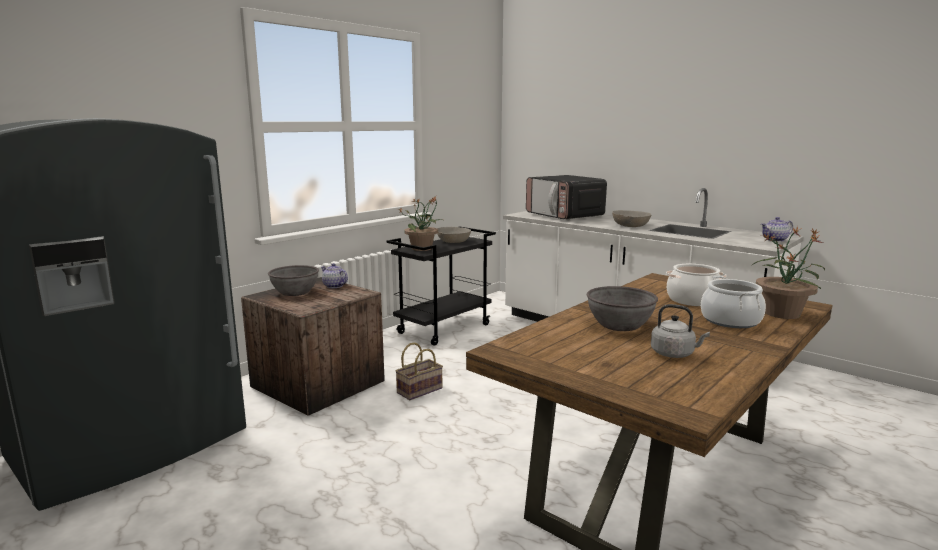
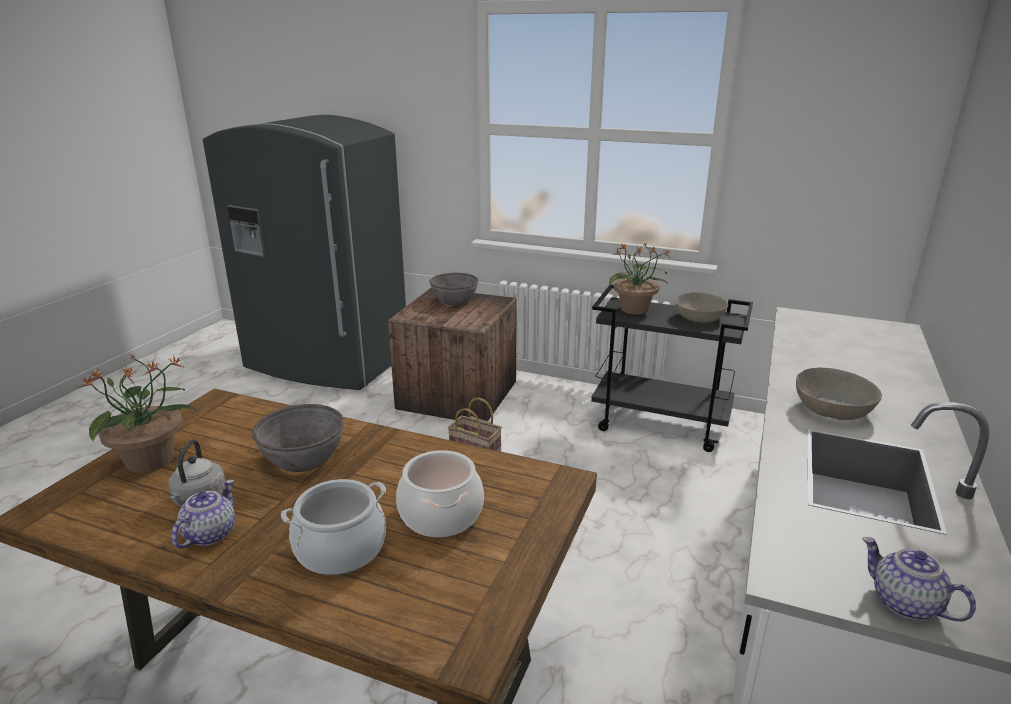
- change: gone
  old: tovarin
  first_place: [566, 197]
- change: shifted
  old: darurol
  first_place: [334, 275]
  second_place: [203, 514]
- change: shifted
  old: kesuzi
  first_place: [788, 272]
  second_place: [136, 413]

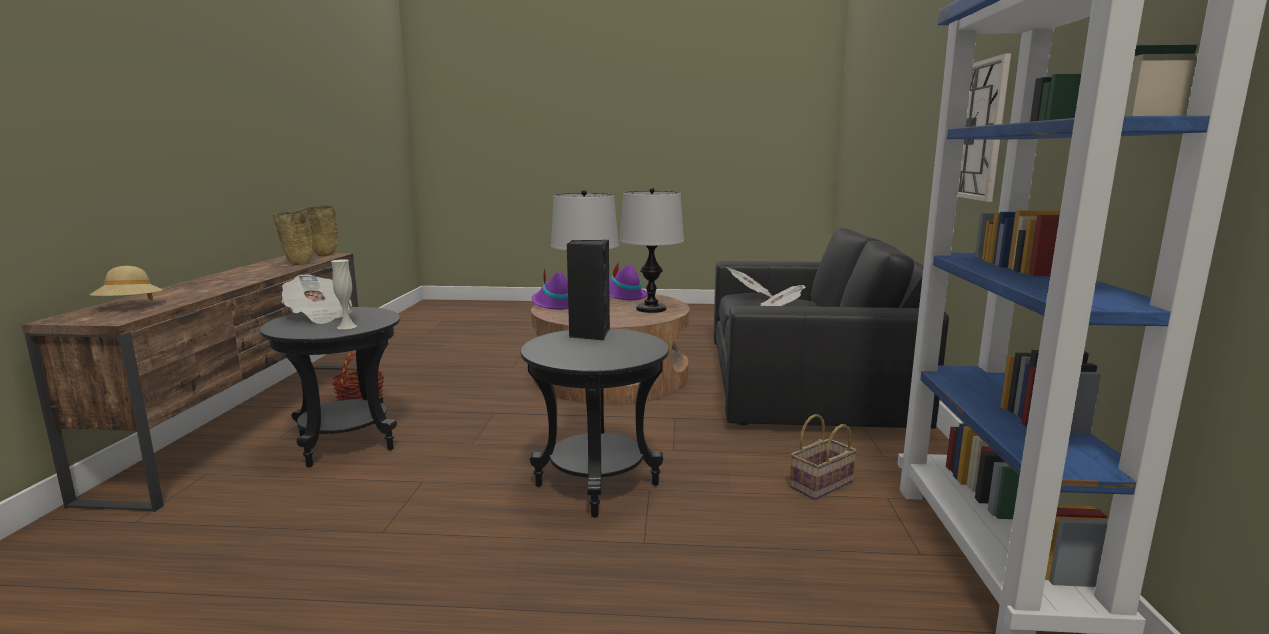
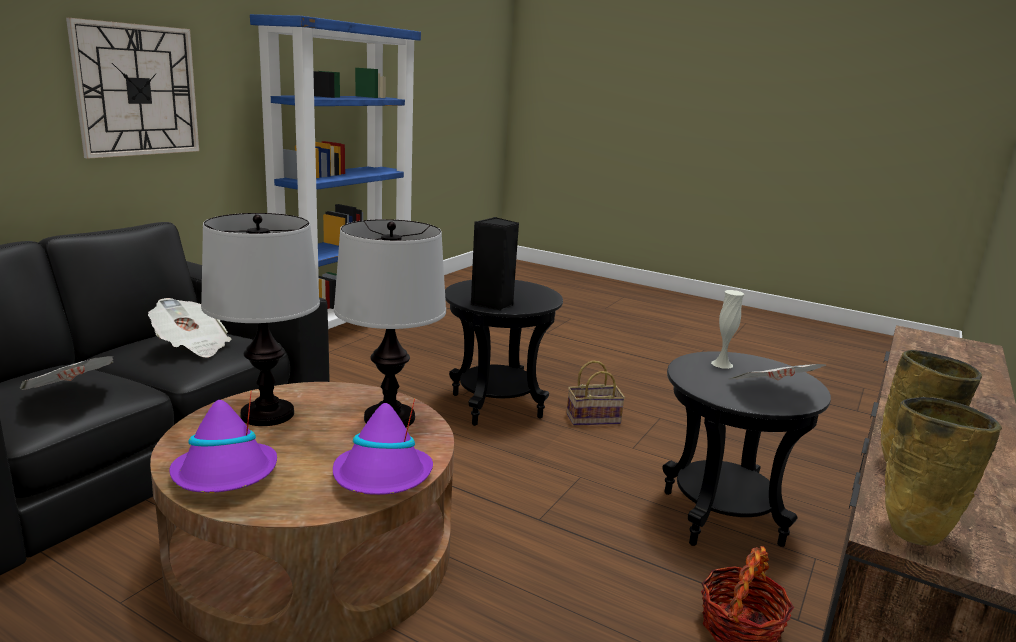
- change: gone
  old: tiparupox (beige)
  first_place: [126, 283]
- change: shifted
  old: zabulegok
  first_place: [823, 457]
  second_place: [595, 393]

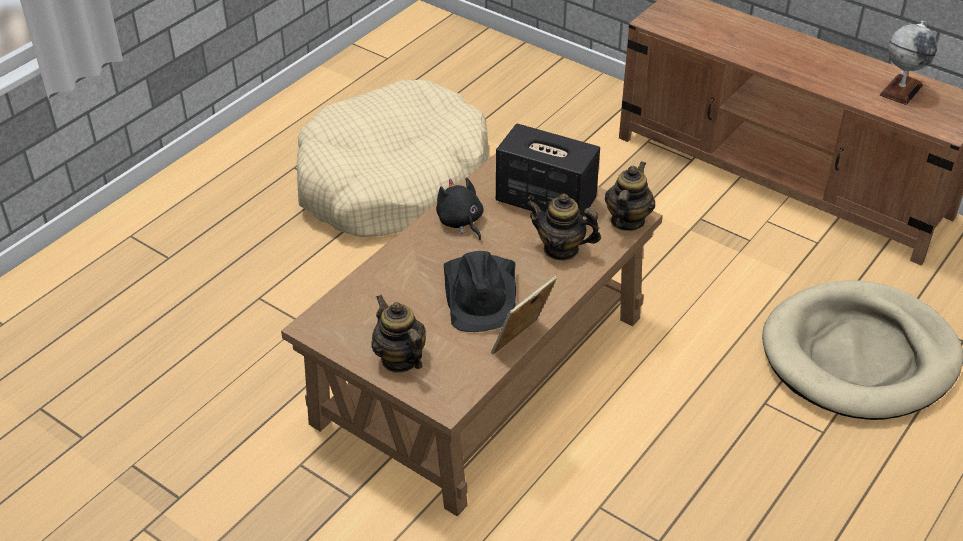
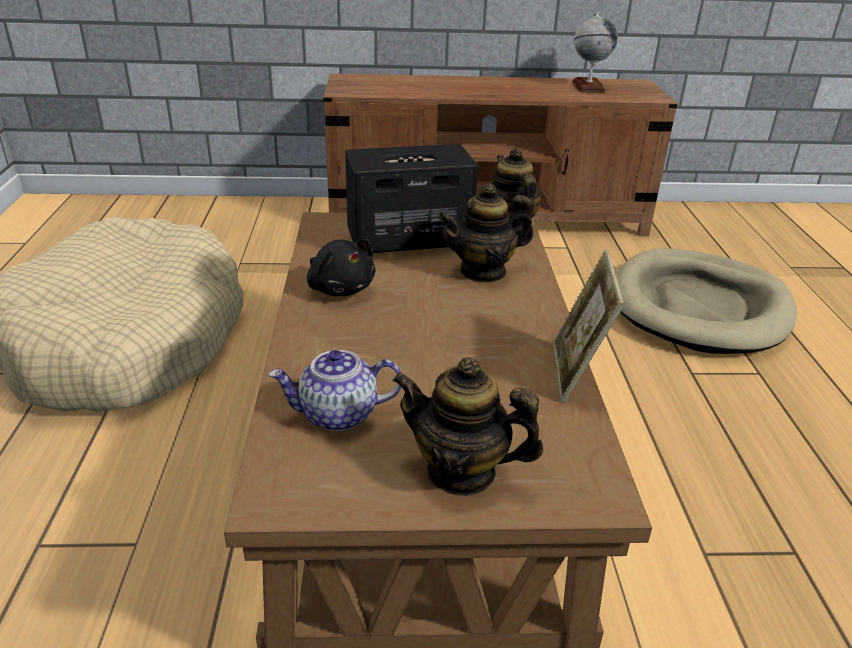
- change: gone
  old: tiparupox (black)
  first_place: [480, 291]
- change: new
  new: darurol
  second_place: [335, 390]
- change: rotated
  old: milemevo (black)
  first_place: [460, 208]
  second_place: [341, 267]
  degrees: -150

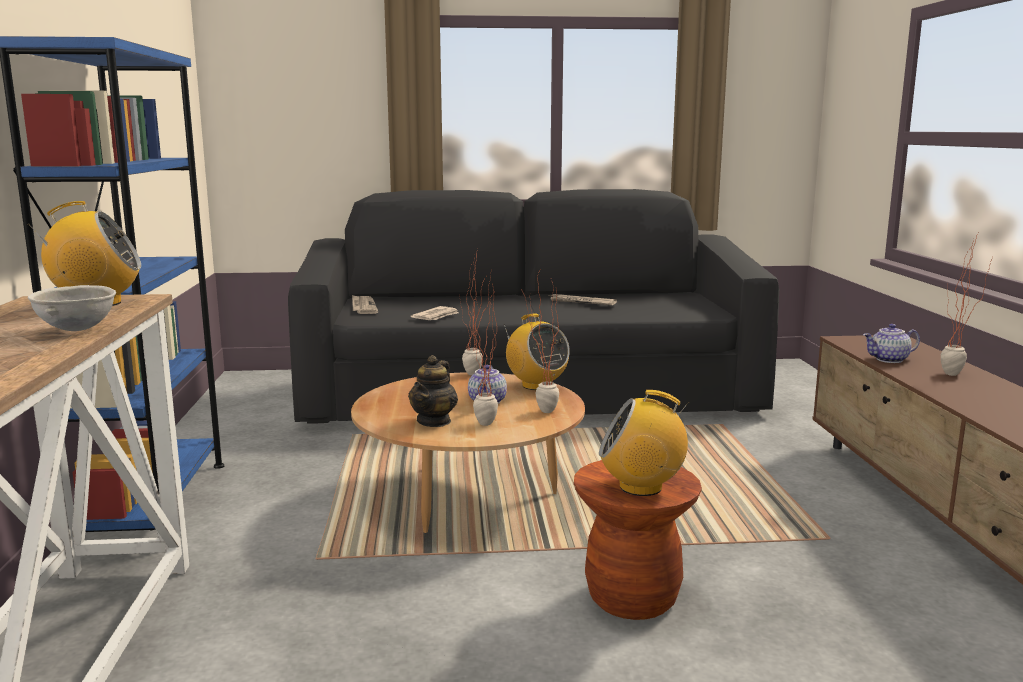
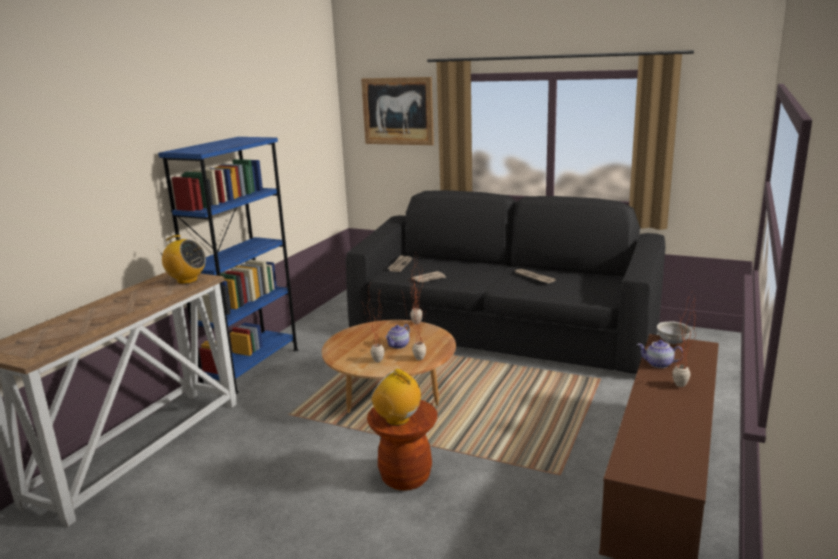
- change: gone
  old: darurol
  first_place: [433, 391]
- change: gone
  old: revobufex
  first_place: [536, 351]
- change: new
  new: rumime
  second_place: [397, 111]
- change: shifted
  old: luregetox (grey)
  first_place: [72, 308]
  second_place: [674, 333]

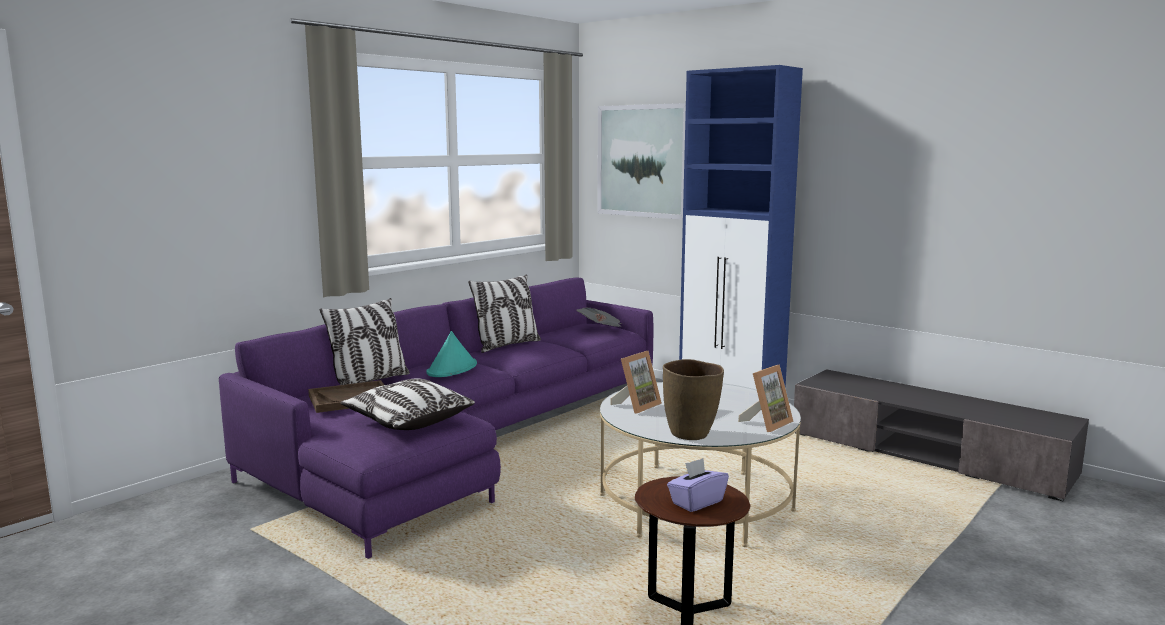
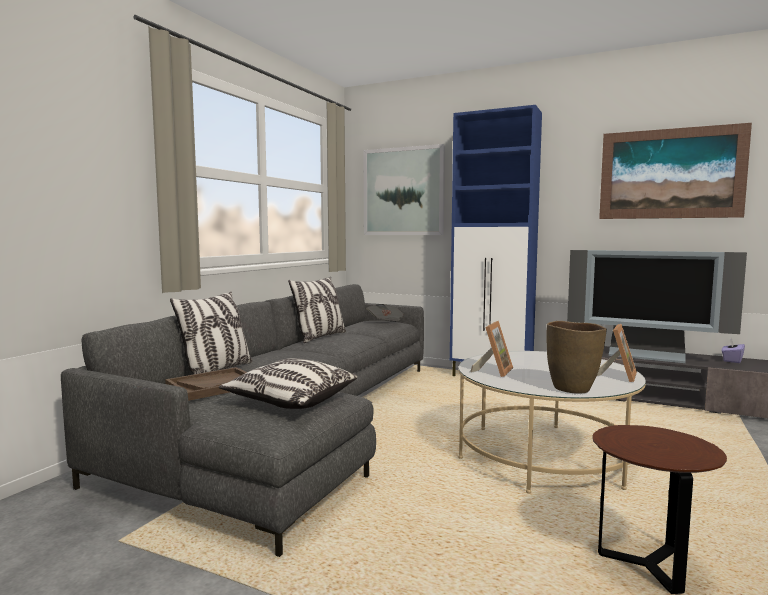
- change: gone
  old: tiparupox (turquoise)
  first_place: [451, 354]
- change: new
  new: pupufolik
  second_place: [657, 306]
- change: new
  new: rumime
  second_place: [675, 171]
- change: shifted
  old: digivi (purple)
  first_place: [698, 485]
  second_place: [733, 350]
- change: repainted
  old: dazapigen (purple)
  new: dazapigen (grey)
  first_place: [436, 418]
  second_place: [242, 420]

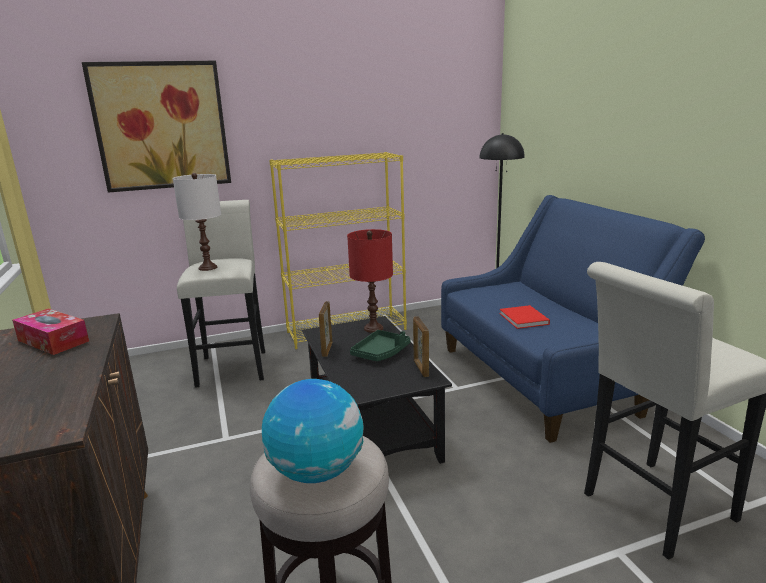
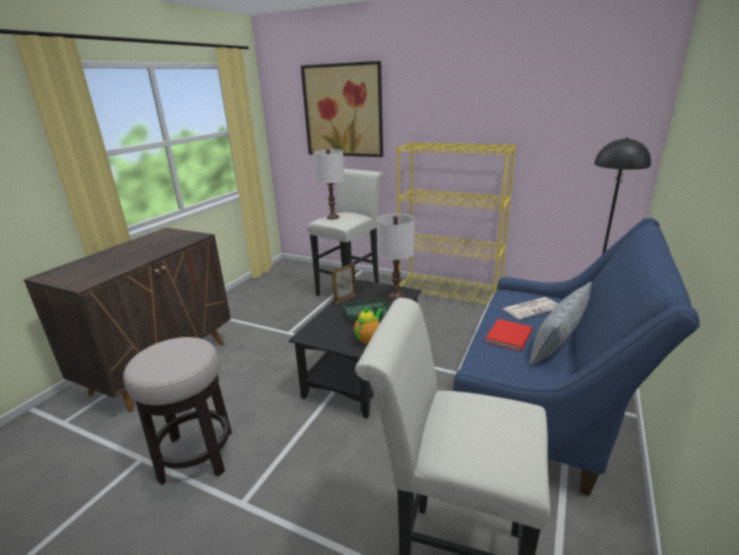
- change: gone
  old: digivi
  first_place: [50, 332]
- change: gone
  old: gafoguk
  first_place: [312, 431]
- change: new
  new: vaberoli
  second_place: [530, 308]
- change: new
  new: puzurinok
  second_place: [560, 324]
- change: swapped
  old: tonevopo
  new: darurol
  first_place: [421, 346]
  second_place: [368, 325]
- change: repainted
  old: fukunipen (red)
  new: fukunipen (white)
  first_place: [370, 281]
  second_place: [395, 257]

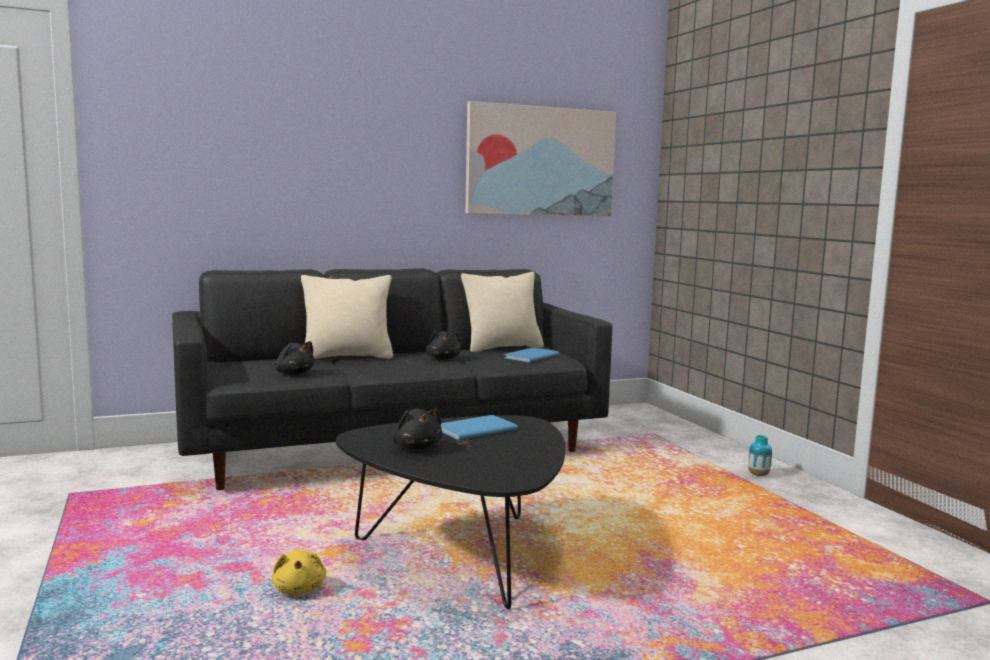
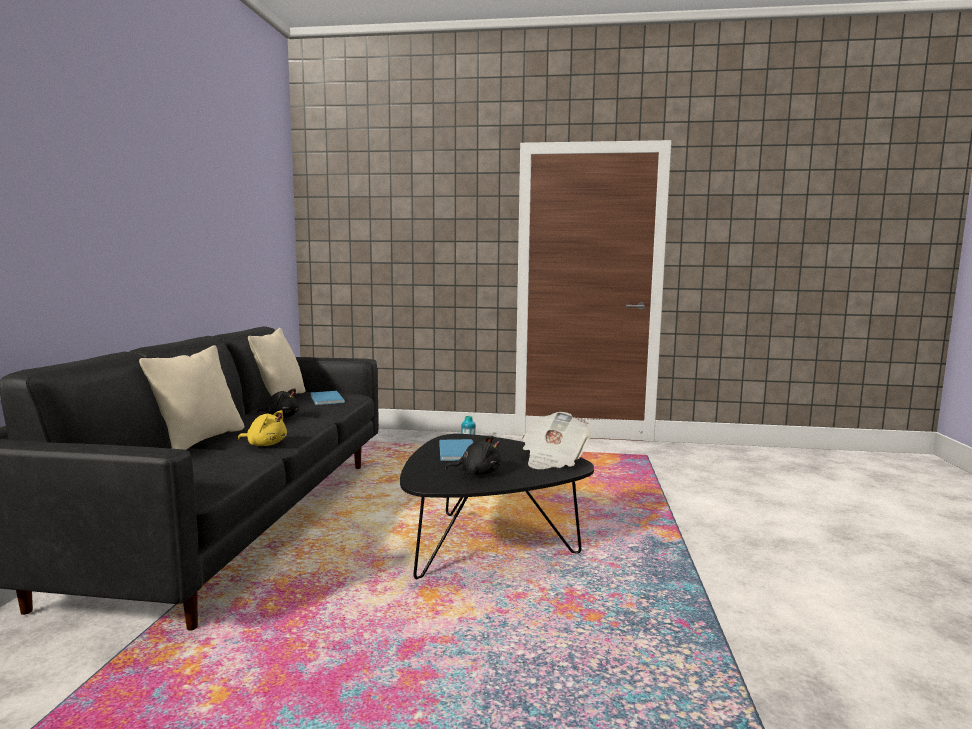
- change: gone
  old: milemevo (black)
  first_place: [294, 358]
- change: gone
  old: rumime
  first_place: [540, 158]
- change: new
  new: vaberoli
  second_place: [557, 440]
- change: shifted
  old: milemevo (yellow)
  first_place: [298, 572]
  second_place: [262, 428]

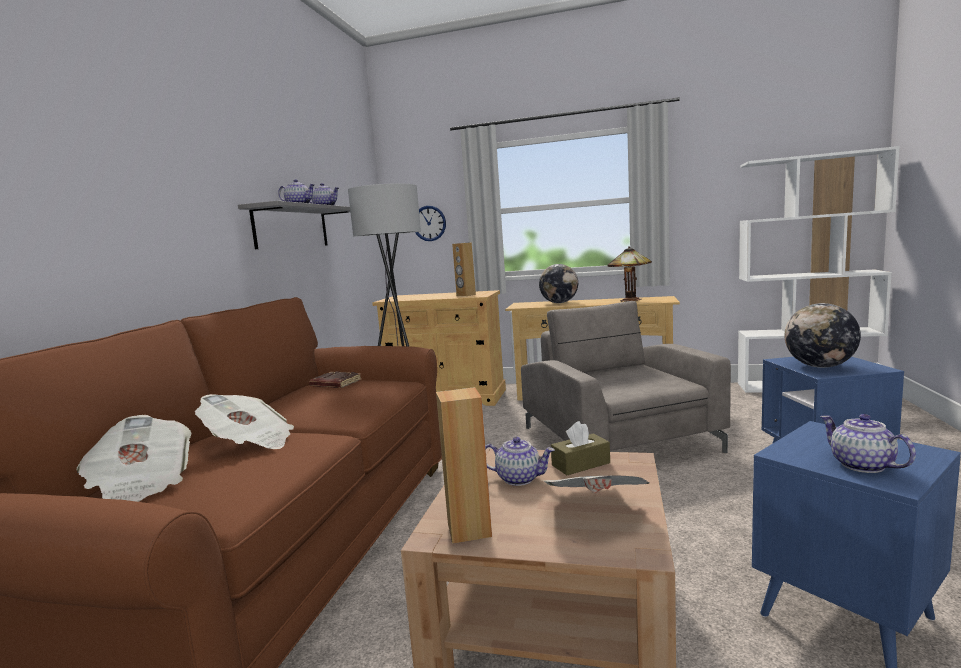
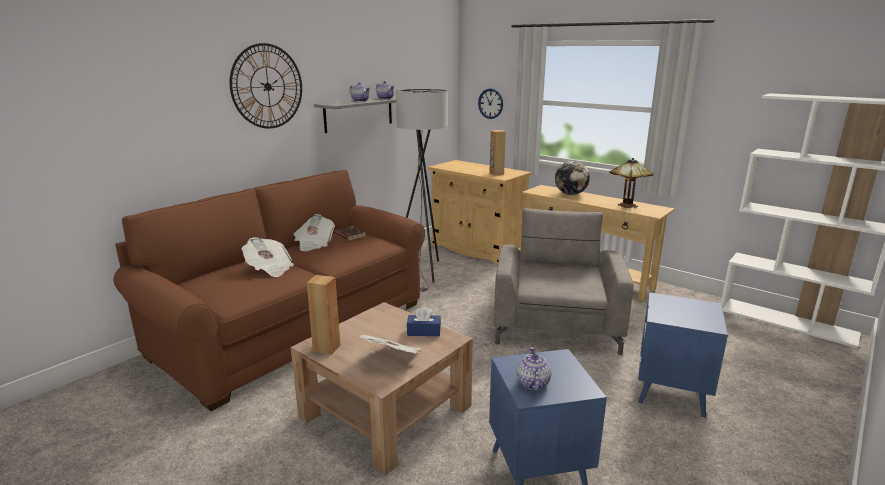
- change: gone
  old: darurol
  first_place: [520, 461]
- change: gone
  old: gafoguk
  first_place: [822, 335]
- change: new
  new: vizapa
  second_place: [266, 86]
- change: shifted
  old: vaberoli
  first_place: [134, 458]
  second_place: [314, 232]
- change: repainted
  old: digivi (brown)
  new: digivi (blue)
  first_place: [580, 448]
  second_place: [424, 321]

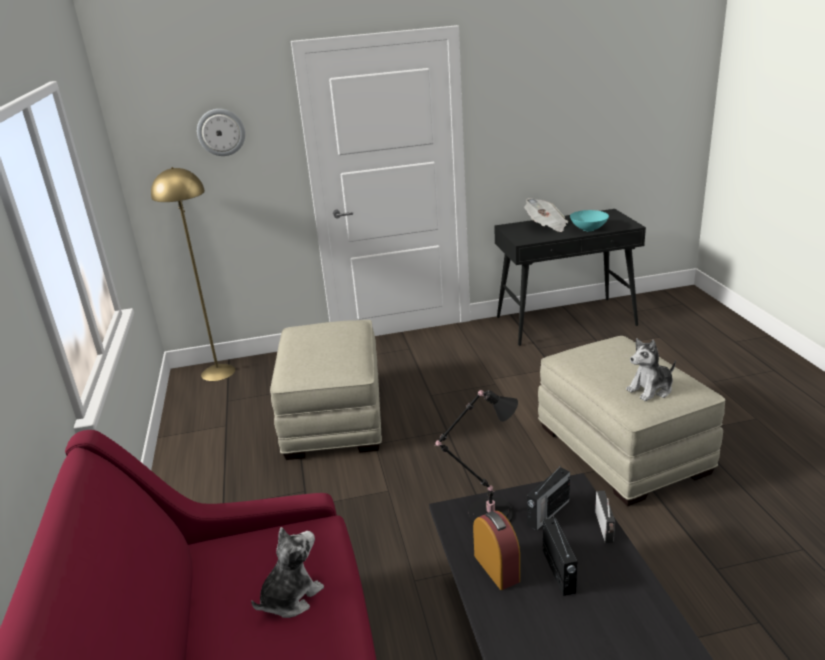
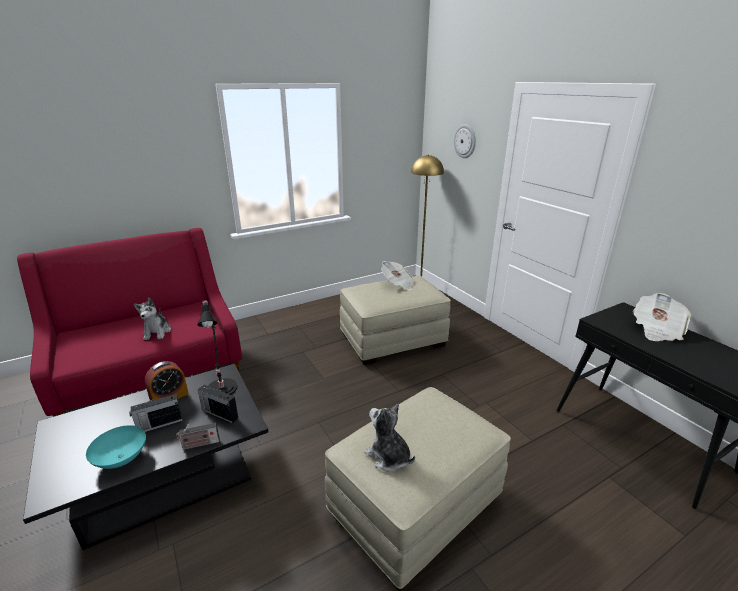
- change: new
  new: vaberoli
  second_place: [398, 275]
- change: shifted
  old: luregetox (turquoise)
  first_place: [589, 220]
  second_place: [116, 447]
- change: rotated
  old: milemevo
  first_place: [287, 572]
  second_place: [152, 319]
  degrees: 60

